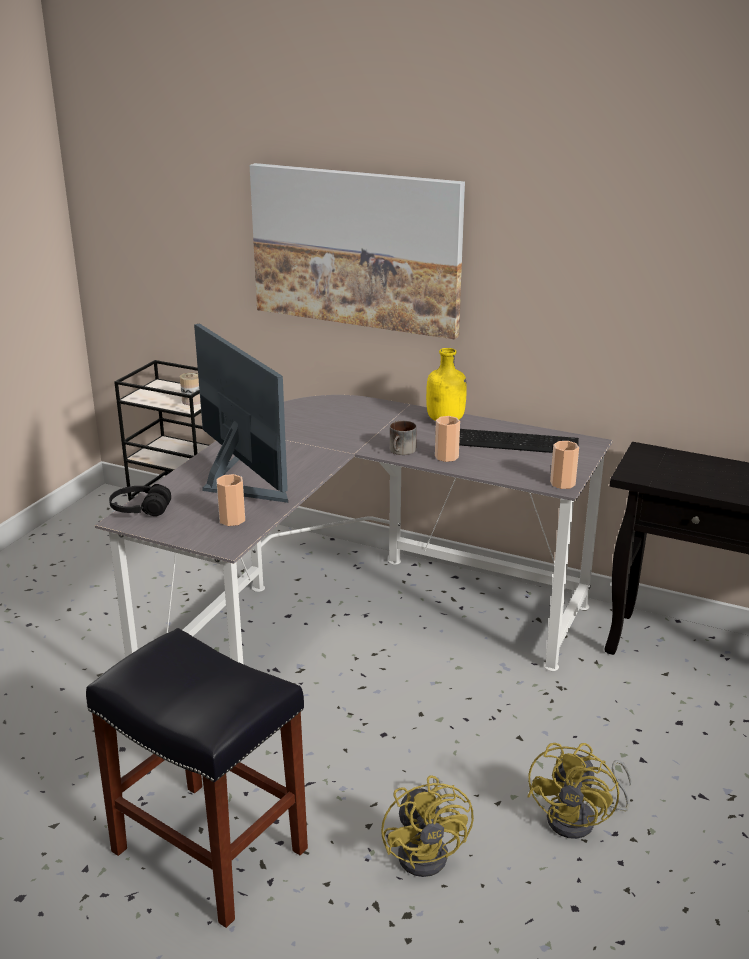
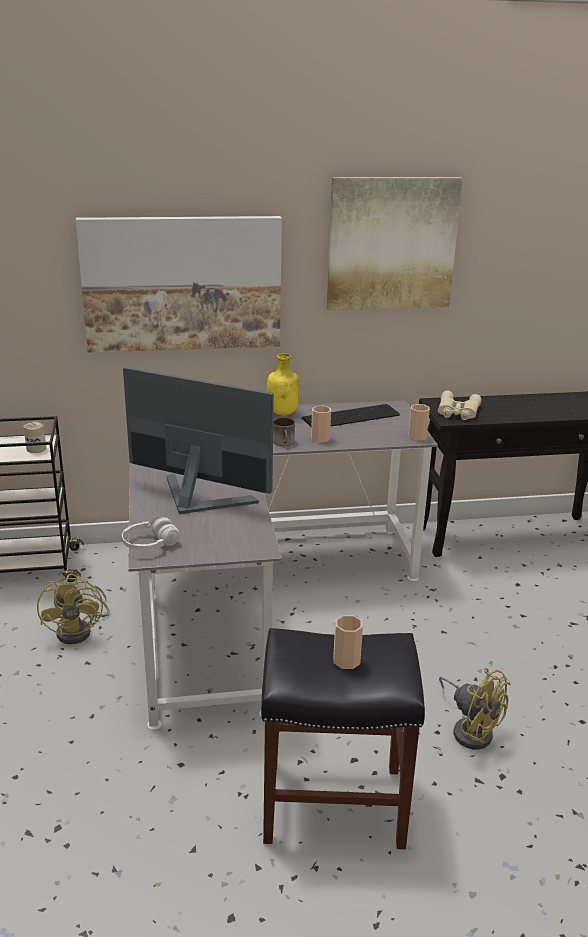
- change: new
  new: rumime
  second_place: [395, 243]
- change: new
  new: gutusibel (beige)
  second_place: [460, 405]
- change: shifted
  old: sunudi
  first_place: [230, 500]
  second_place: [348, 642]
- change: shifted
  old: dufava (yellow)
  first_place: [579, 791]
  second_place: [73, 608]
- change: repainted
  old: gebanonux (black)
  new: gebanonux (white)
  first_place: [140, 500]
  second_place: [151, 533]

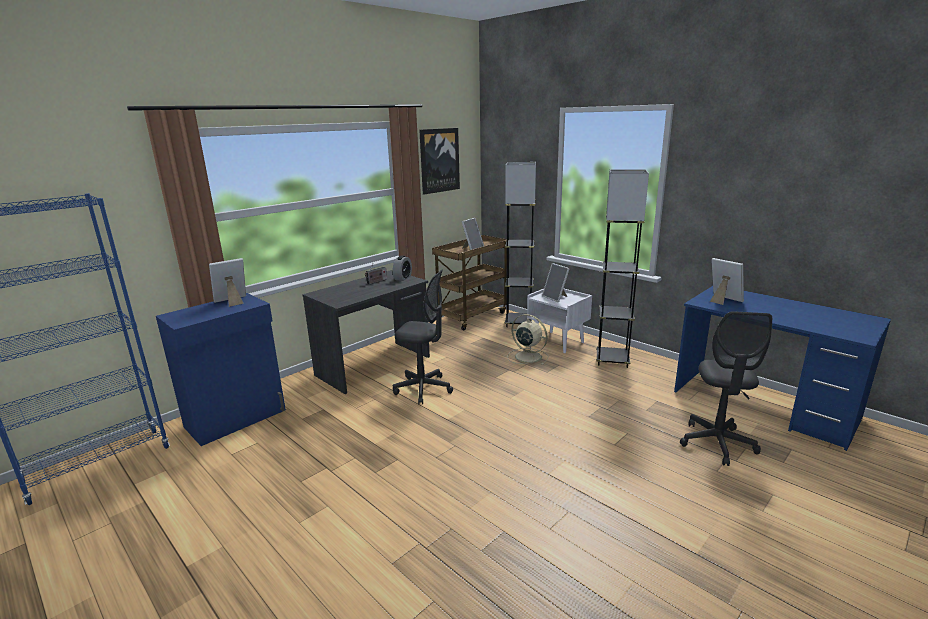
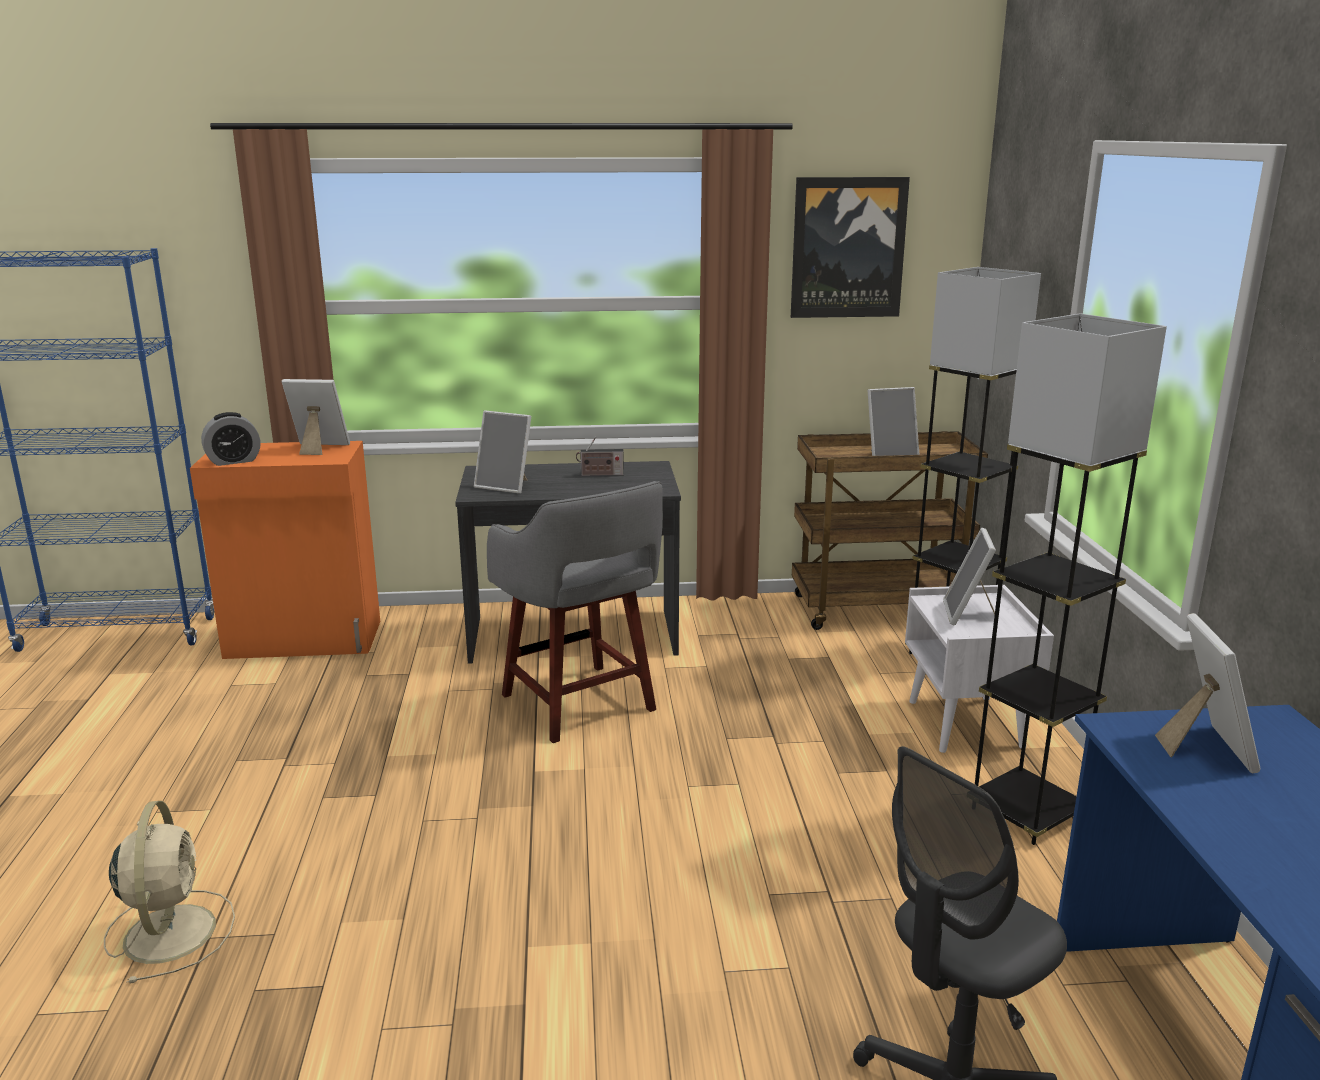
- change: new
  new: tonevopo
  second_place: [502, 452]
- change: shifted
  old: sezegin
  first_place: [402, 268]
  second_place: [230, 439]
- change: shifted
  old: dufava (beige)
  first_place: [528, 339]
  second_place: [169, 892]
- change: swapped
  old: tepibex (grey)
  new: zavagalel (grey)
  first_place: [423, 336]
  second_place: [575, 612]
- change: repainted
  old: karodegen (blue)
  new: karodegen (orange)
  first_place: [221, 369]
  second_place: [285, 550]

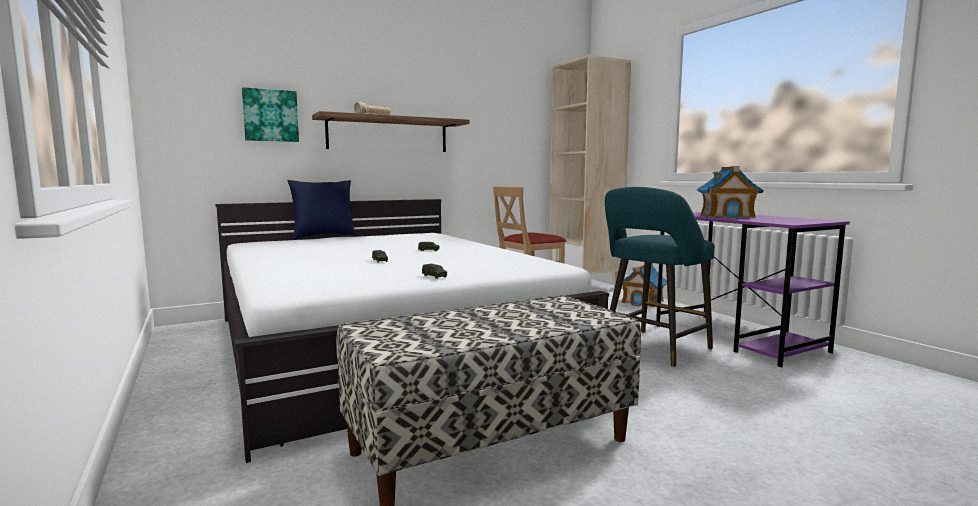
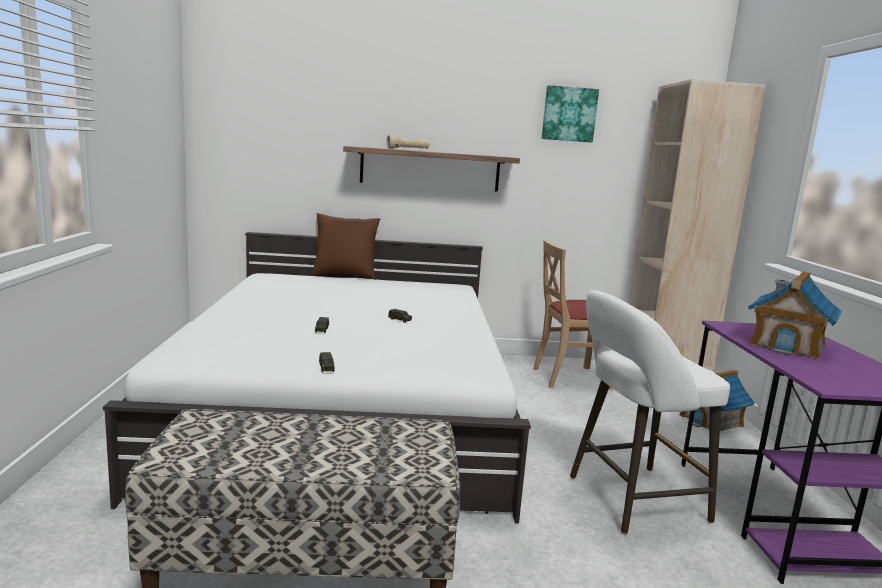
- change: shifted
  old: rumime
  first_place: [270, 114]
  second_place: [570, 113]
- change: repainted
  old: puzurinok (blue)
  new: puzurinok (brown)
  first_place: [322, 209]
  second_place: [346, 246]
- change: repainted
  old: zavagalel (turquoise)
  new: zavagalel (white)
  first_place: [660, 277]
  second_place: [650, 412]

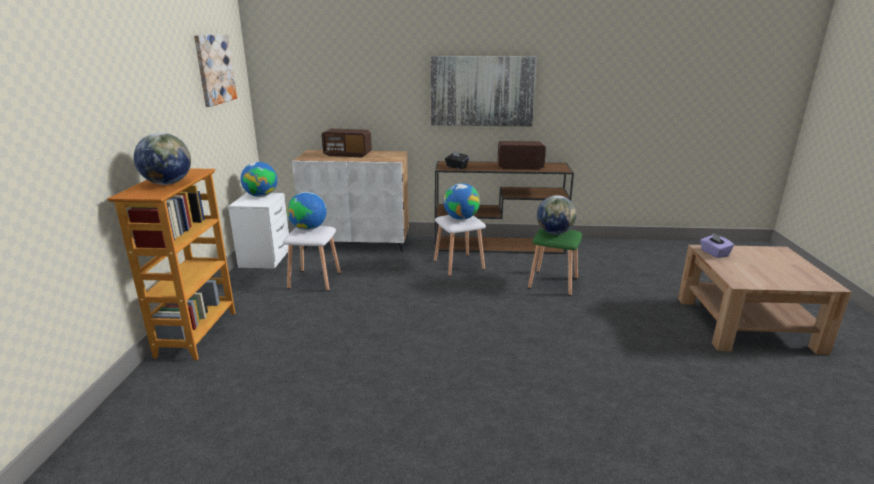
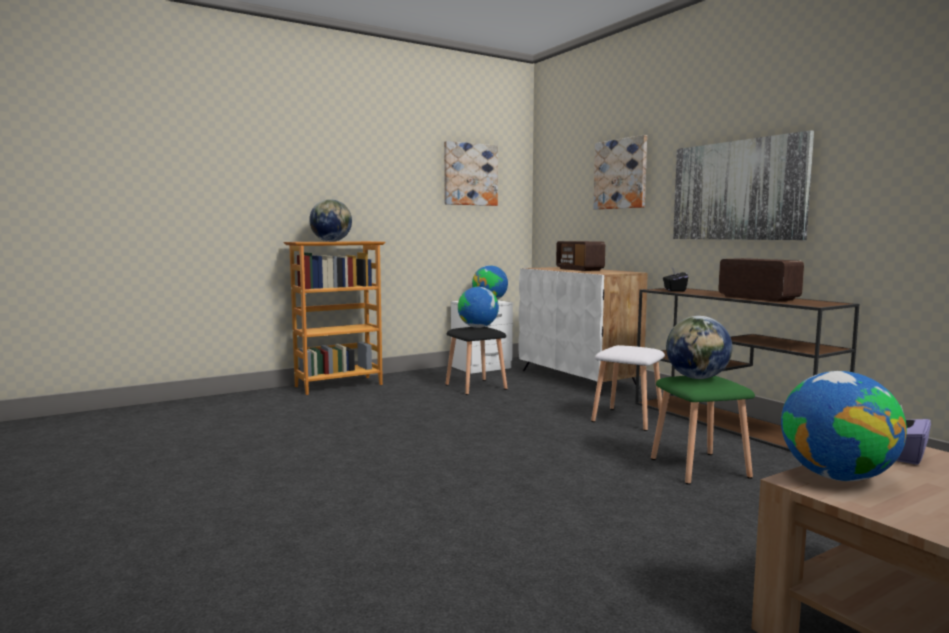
- change: new
  new: rumime
  second_place: [620, 172]
- change: shifted
  old: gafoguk
  first_place: [461, 201]
  second_place: [844, 426]
- change: repainted
  old: zavagalel (white)
  new: zavagalel (black)
  first_place: [312, 258]
  second_place: [476, 361]

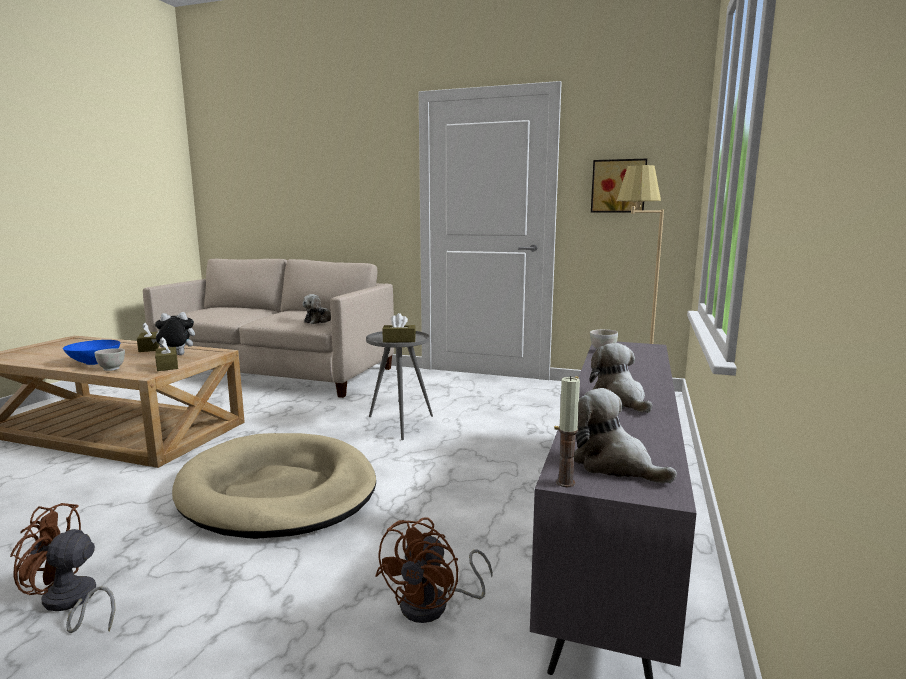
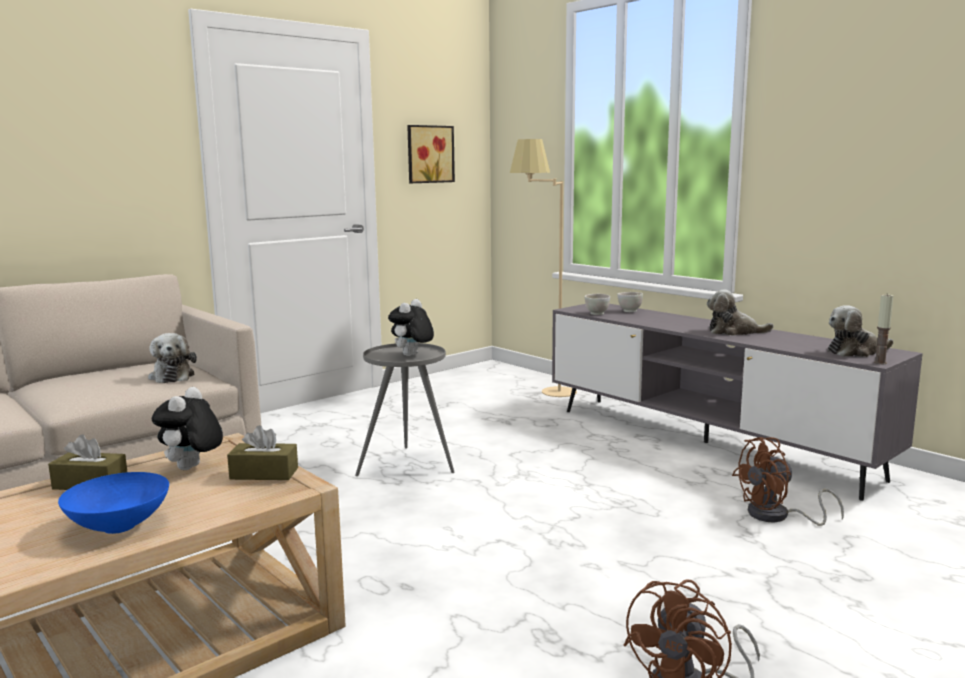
- change: gone
  old: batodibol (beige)
  first_place: [274, 486]
- change: shifted
  old: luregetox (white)
  first_place: [110, 359]
  second_place: [630, 302]
- change: swapped
  old: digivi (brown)
  new: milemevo
  first_place: [399, 328]
  second_place: [411, 327]
- change: rotated
  old: dufava (brown)
  first_place: [434, 570]
  second_place: [788, 481]
  degrees: 105

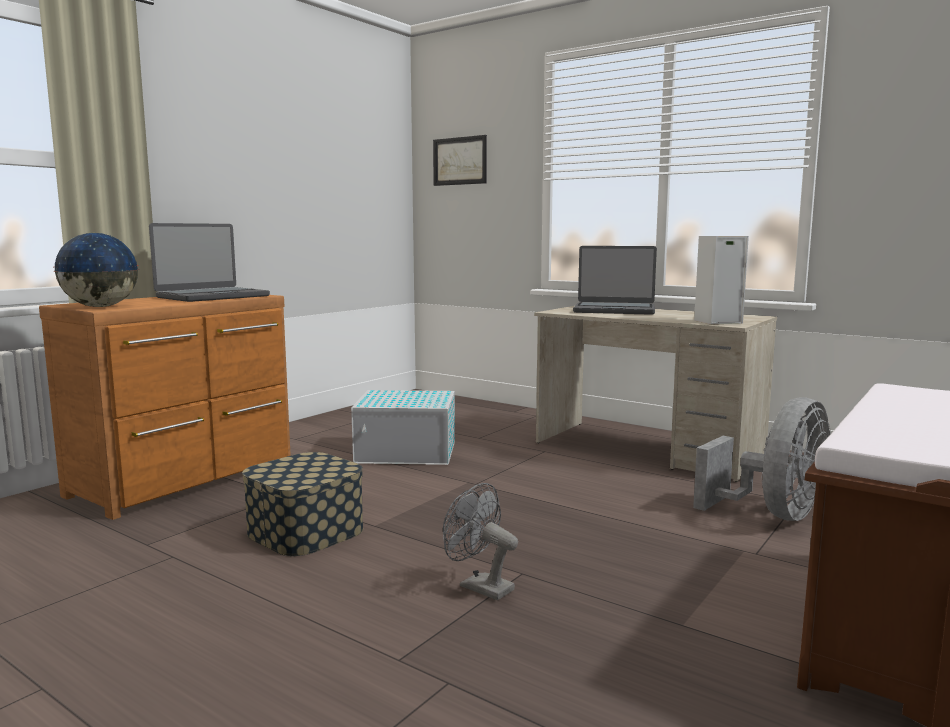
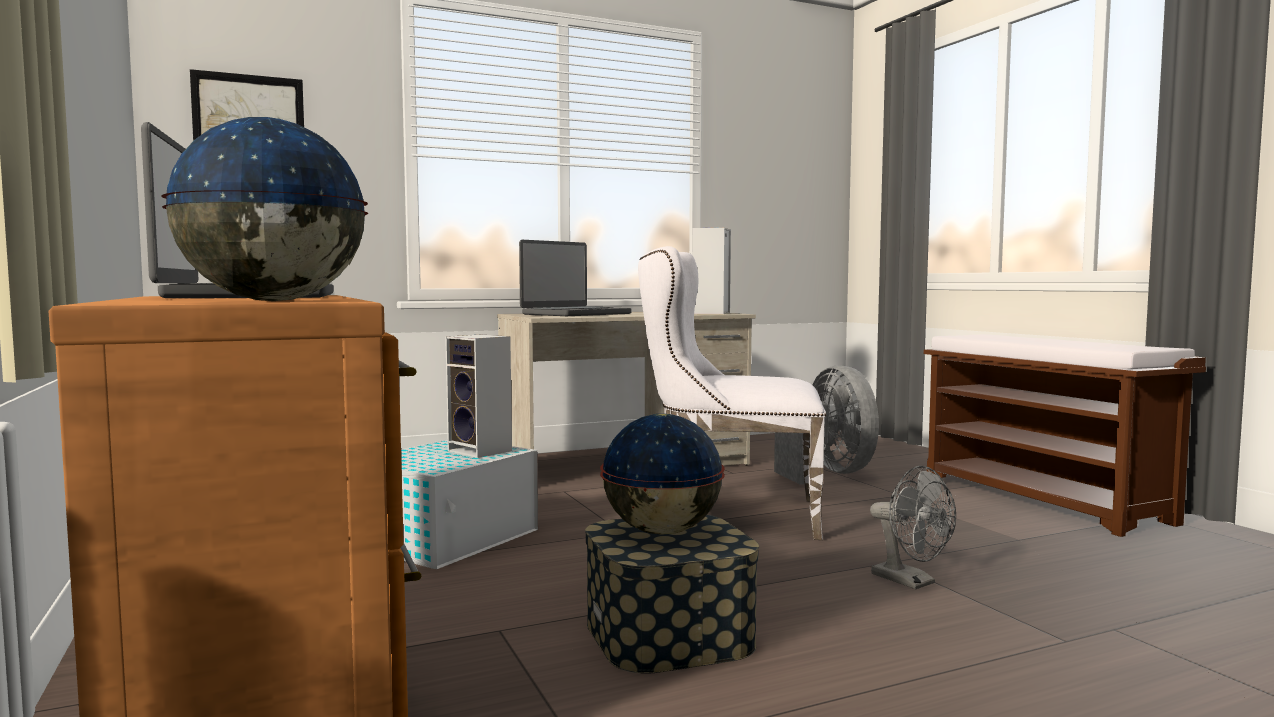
- change: new
  new: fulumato
  second_place: [478, 396]
- change: new
  new: gafoguk
  second_place: [662, 474]
- change: new
  new: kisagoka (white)
  second_place: [732, 393]
- change: rotated
  old: dufava (grey)
  first_place: [480, 541]
  second_place: [913, 527]
  degrees: -105

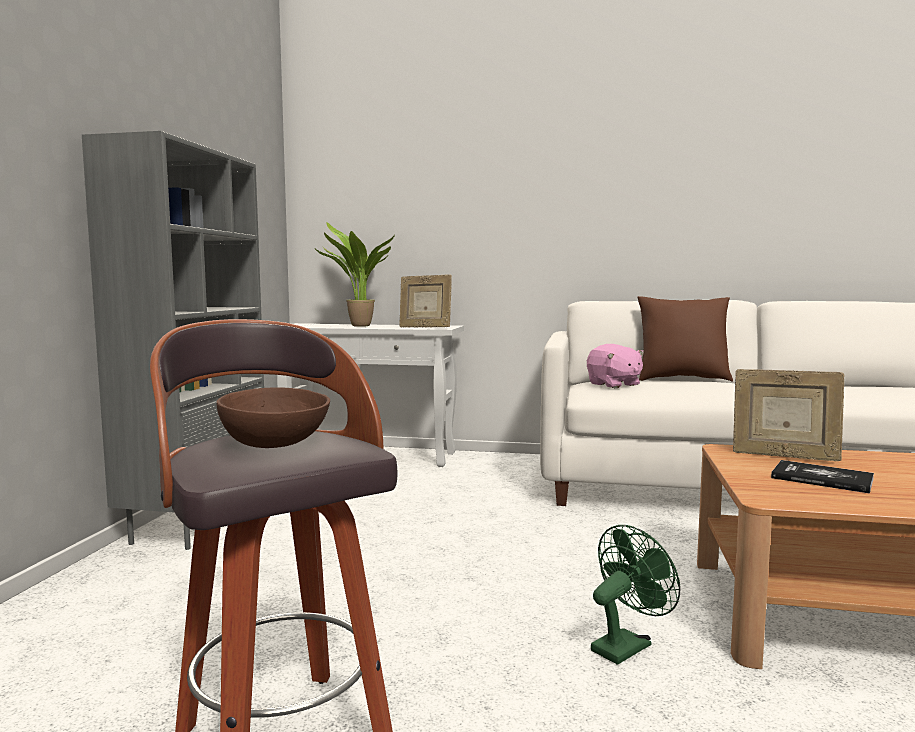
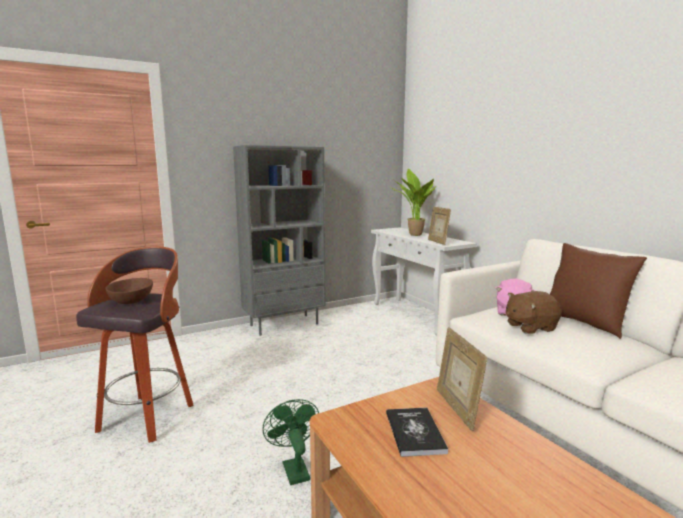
- change: new
  new: milemevo (brown)
  second_place: [534, 312]
- change: rotated
  old: dufava (green)
  first_place: [636, 595]
  second_place: [290, 442]
  degrees: -120

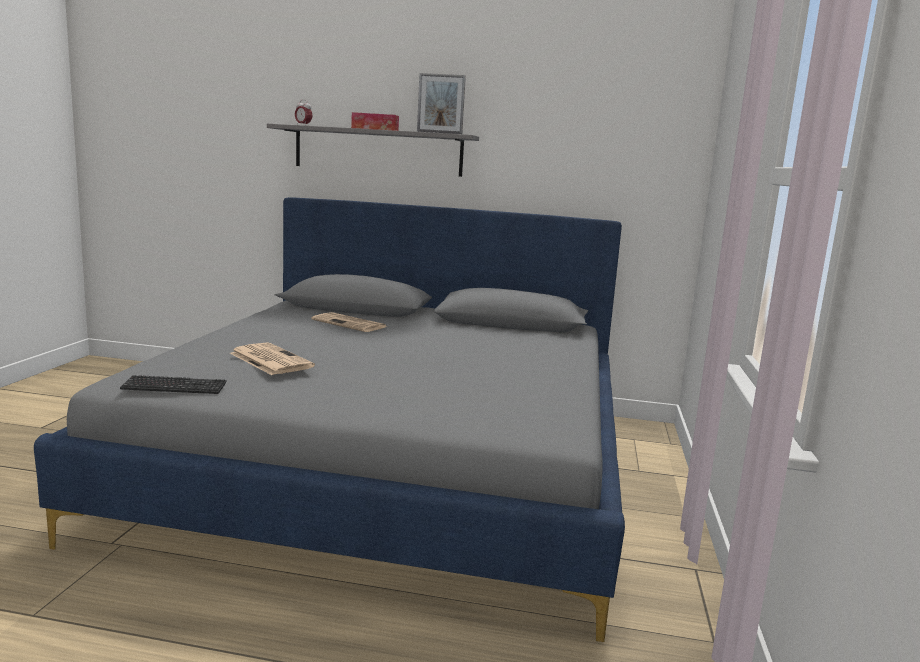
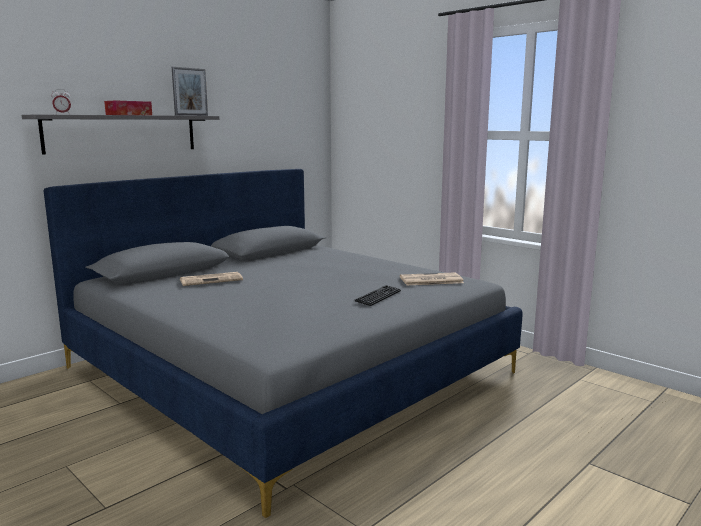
- change: shifted
  old: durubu
  first_place: [173, 384]
  second_place: [378, 295]
- change: shifted
  old: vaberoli
  first_place: [272, 358]
  second_place: [432, 278]

